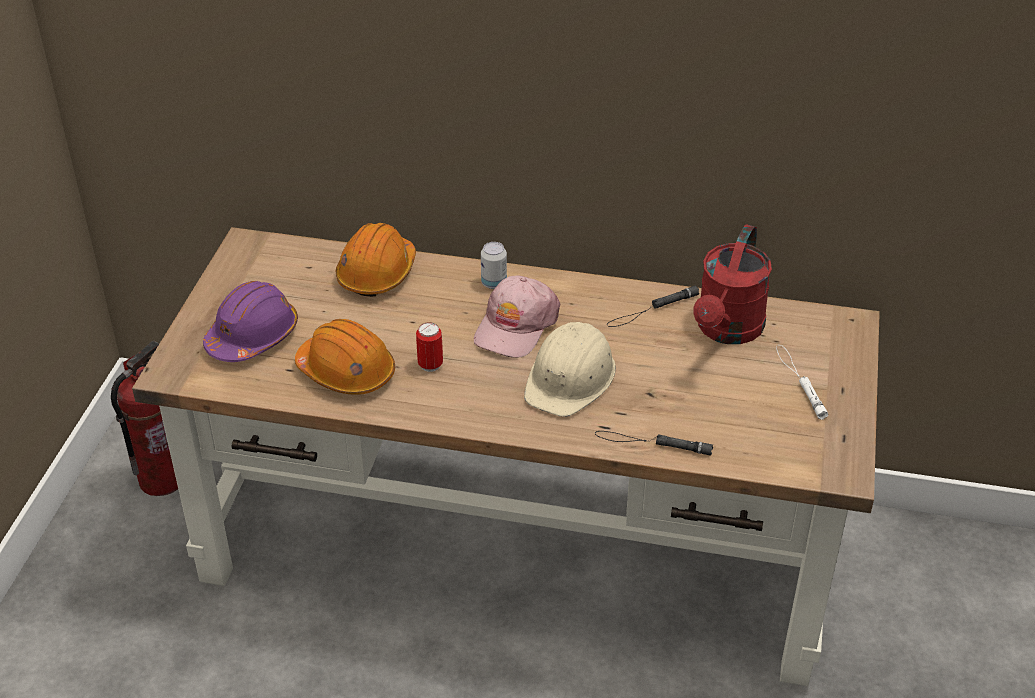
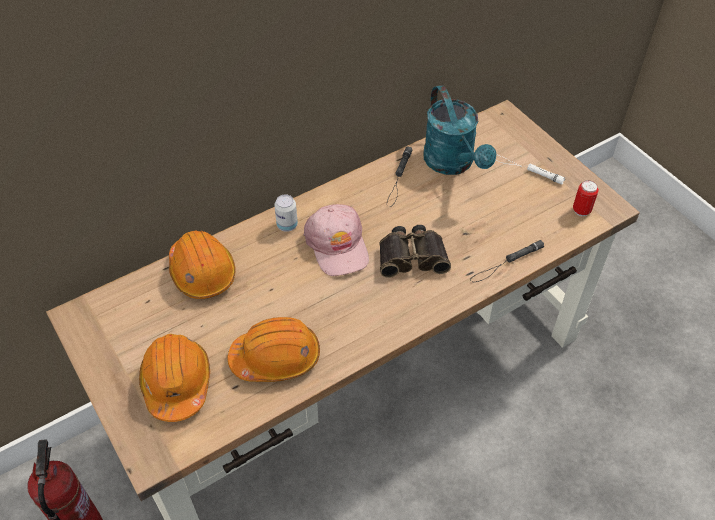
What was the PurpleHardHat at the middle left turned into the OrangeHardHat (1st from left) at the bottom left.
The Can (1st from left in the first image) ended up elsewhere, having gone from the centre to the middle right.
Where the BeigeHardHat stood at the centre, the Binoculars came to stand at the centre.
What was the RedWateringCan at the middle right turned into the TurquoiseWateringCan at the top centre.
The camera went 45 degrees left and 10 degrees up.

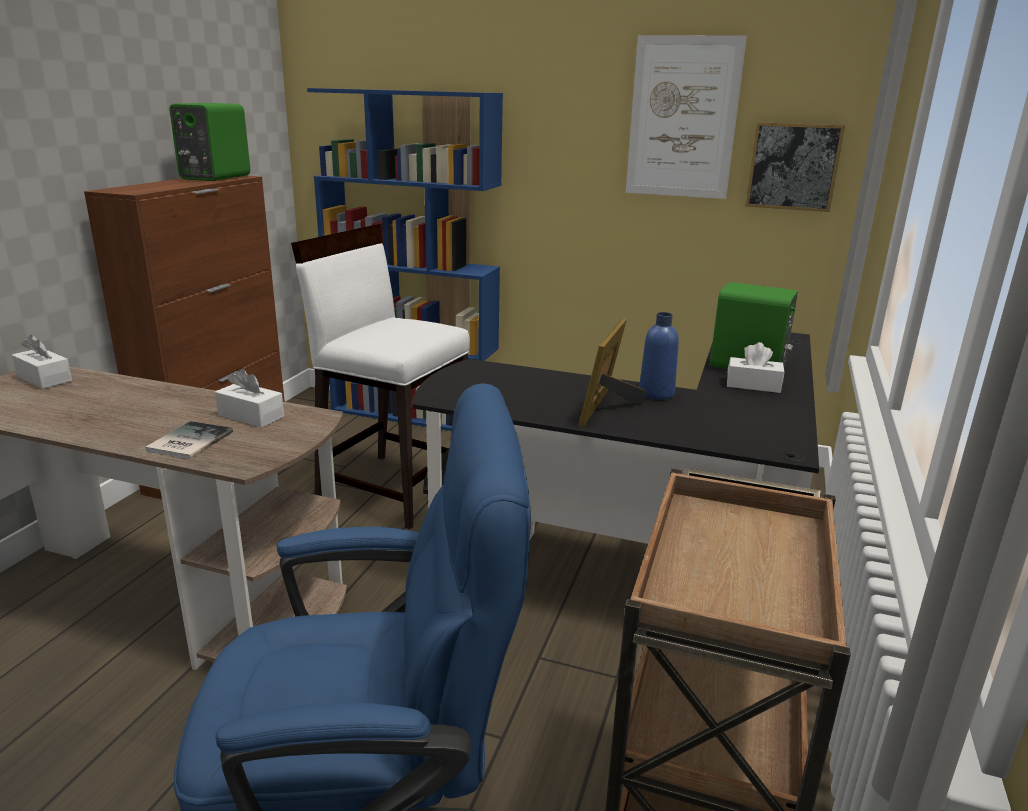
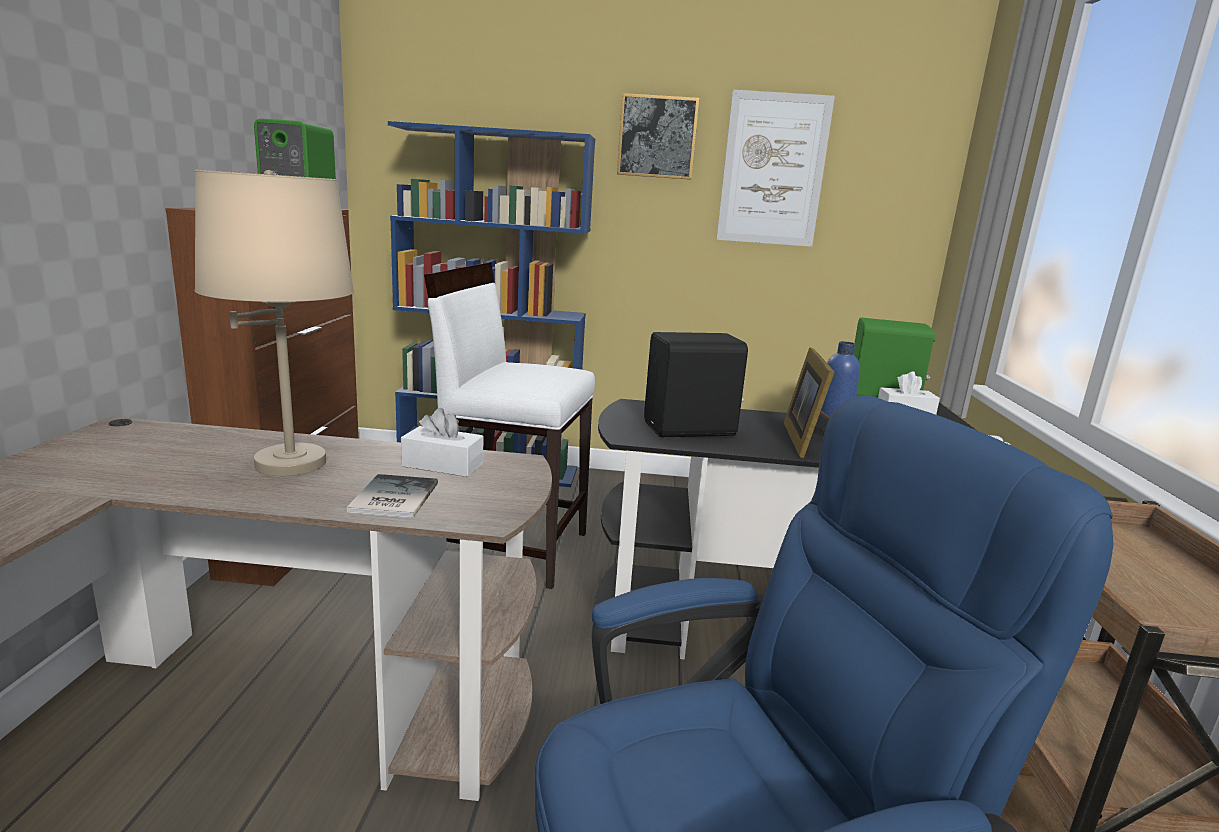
The second view lost the WhiteTissueBox (1st from left) at the middle left.
The Picture (2nd from left in the first image) ended up elsewhere, having gone from the top right to the top centre.
The second view gained the BeigeTableLamp at the middle left.
The second view gained the BlackSpeaker at the centre.
The camera went 15 degrees left and 5 degrees down.

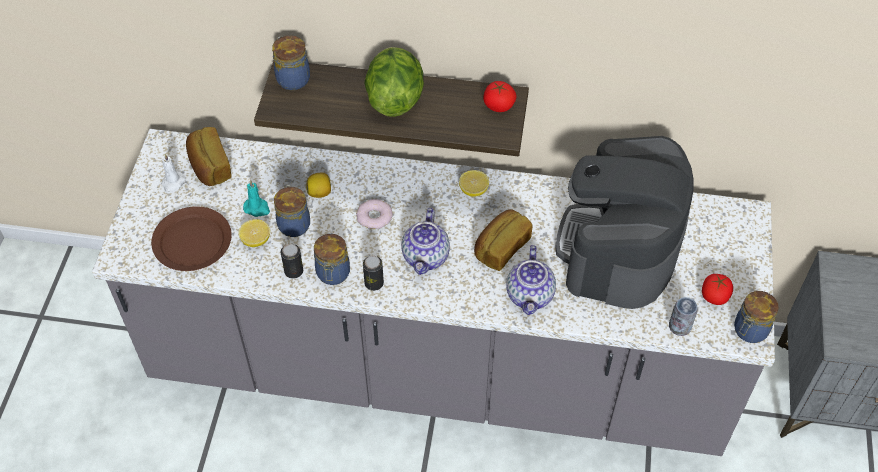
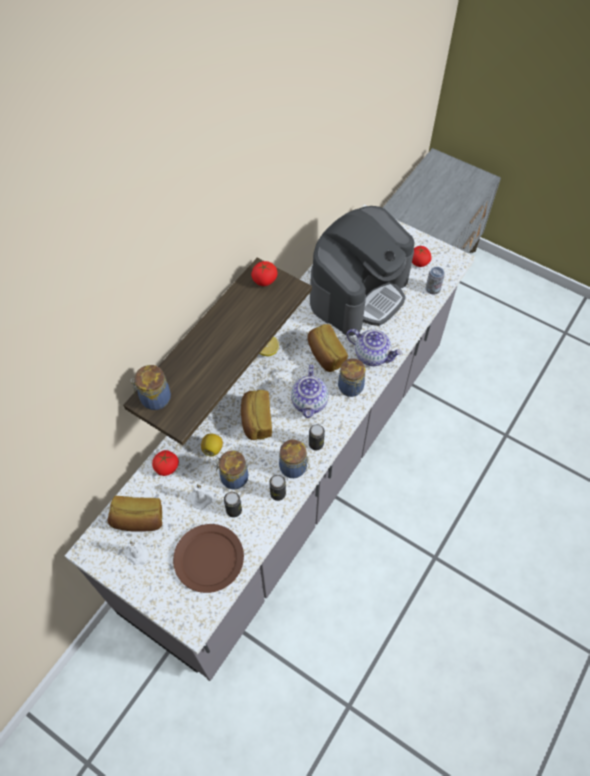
Where the Lemon (1st from left) stood at the middle left, the Can (1st from left) came to stand at the centre.
What was the TurquoiseCandle at the middle left turned into the WhiteCandle (2nd from left) at the centre.
Where the Donut stood at the centre, the Bread (2nd from left) came to stand at the centre.
The second view lost the Lettuce at the top centre.
The Teapot (1st from left) at the centre ended up facing another way, 60 degrees clockwise from before.
The CoffeeMachine at the middle right ended up facing another way, 90 degrees counterclockwise from before.
The Jar (4th from left) ended up elsewhere, having gone from the bottom right to the centre.
The second view gained the Tomato (1st from left) at the middle left.
The camera went 65 degrees left and 5 degrees up.

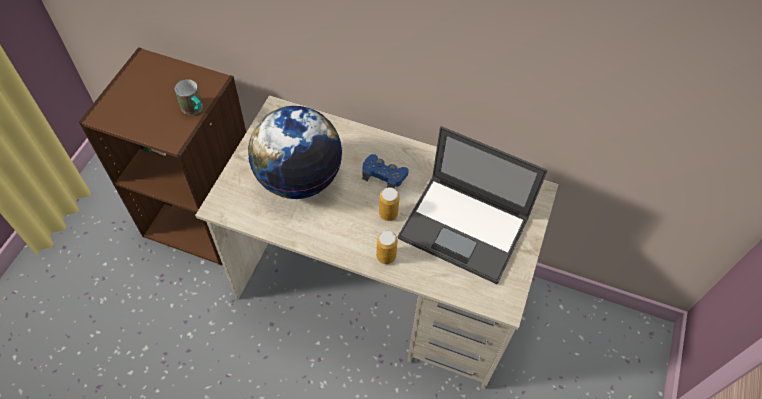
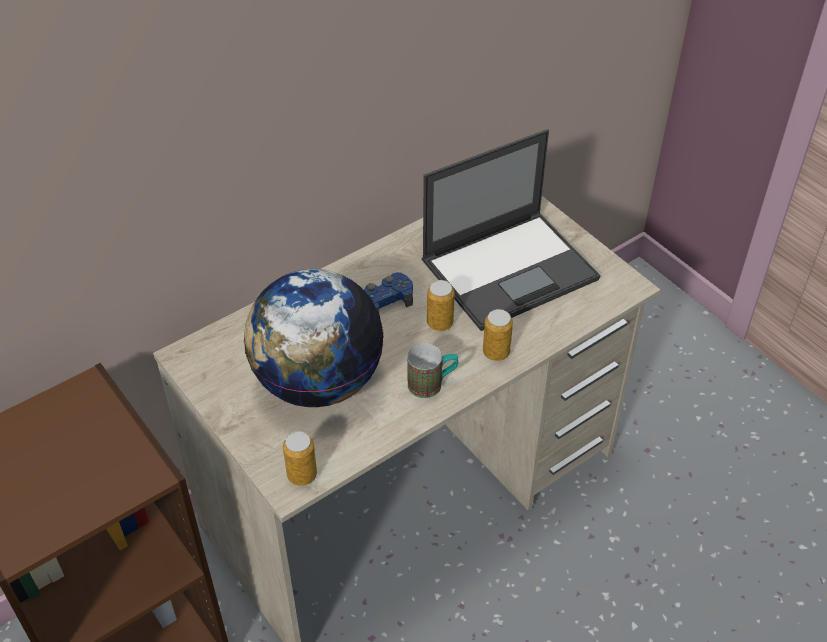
The Mug ended up elsewhere, having gone from the top left to the centre.
The second view gained the Can (1st from left) at the bottom centre.
The camera went 55 degrees left and 10 degrees down.

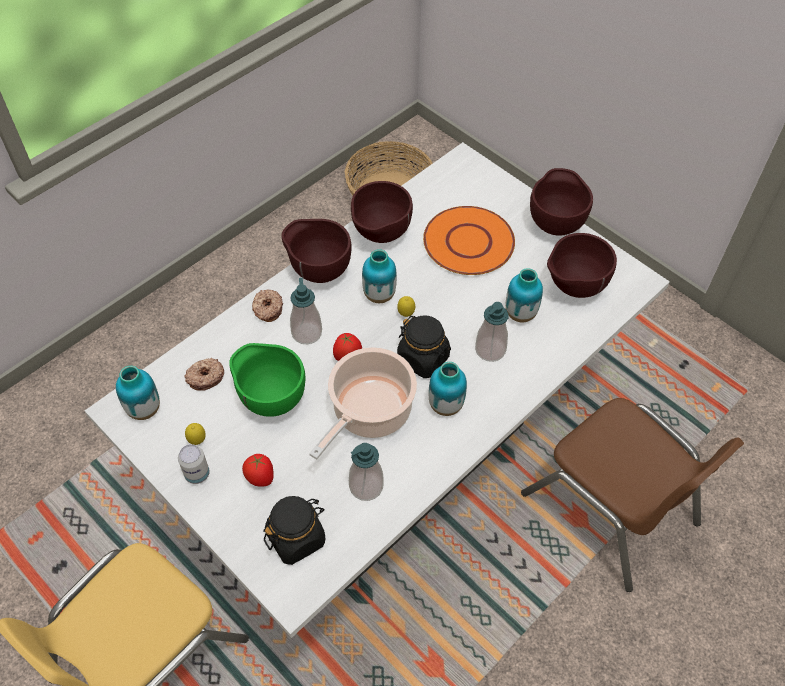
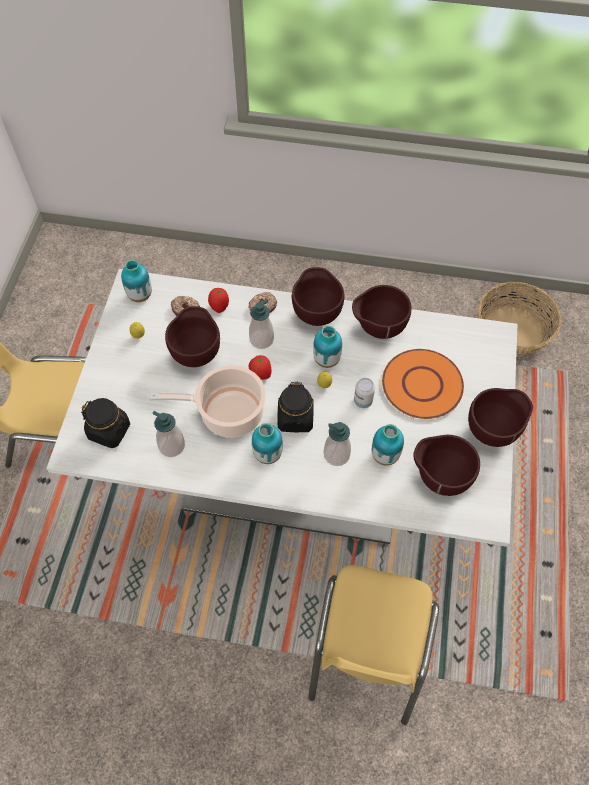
The Can ended up elsewhere, having gone from the bottom left to the centre.
What was the GreenBowl at the centre turned into the BrownBowl (1st from left) at the middle left.
The Tomato (1st from left) ended up elsewhere, having gone from the bottom left to the centre.
What was the BrownChair at the bottom right turned into the YellowChair (2nd from left) at the bottom centre.
The camera went 55 degrees right and 5 degrees up.

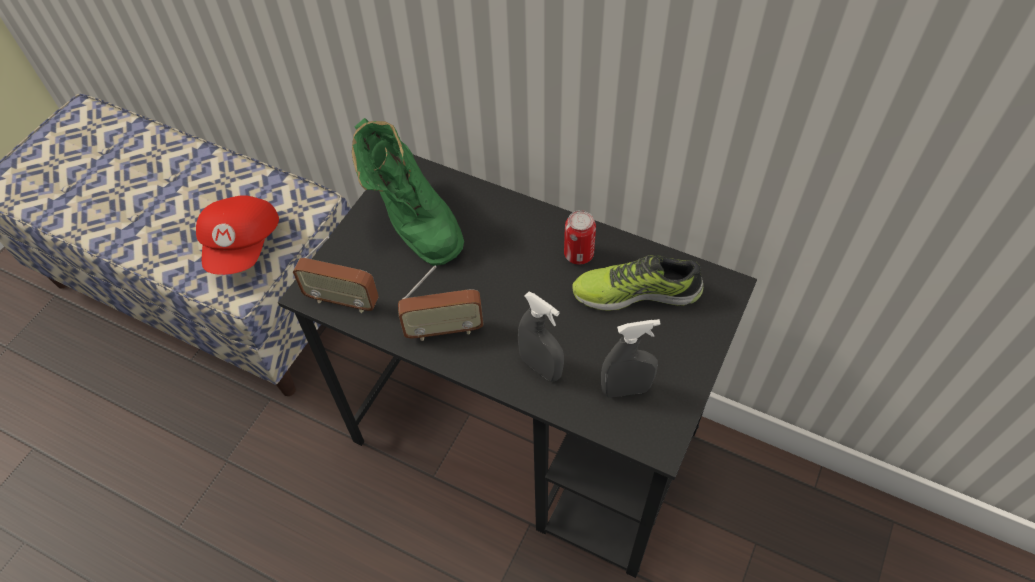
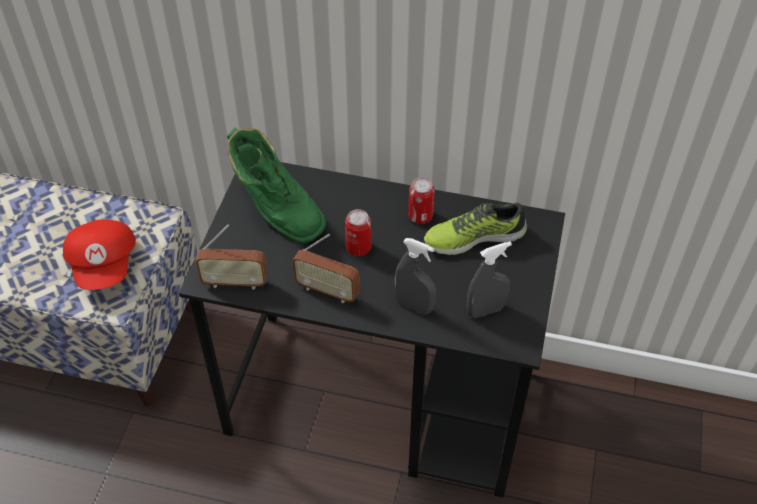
The Radio (2nd from left) at the centre ended up facing another way, 45 degrees clockwise from before.
The second view gained the Can (1st from left) at the centre.
The camera went 15 degrees left and 5 degrees down.

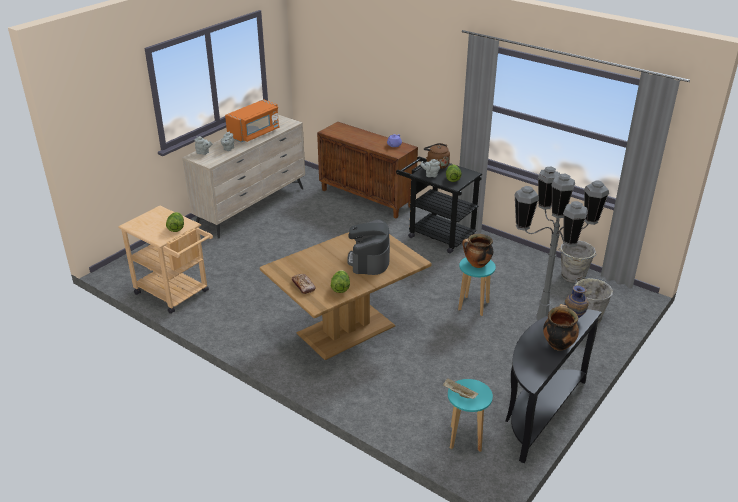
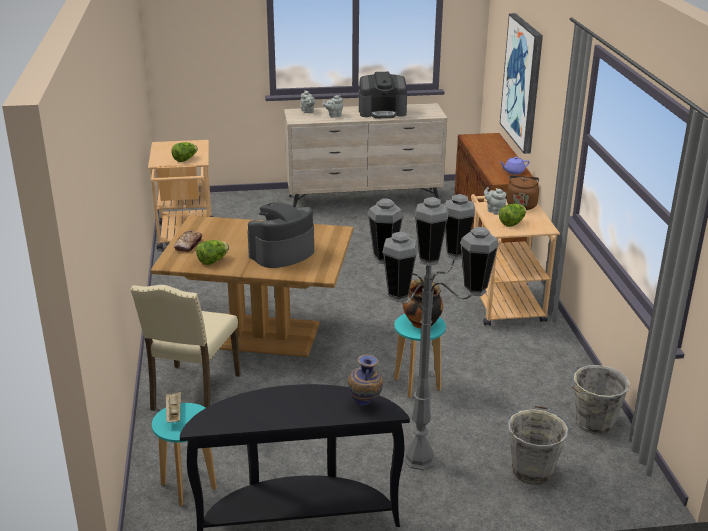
Where the OrangeMicrowave stood at the top centre, the CoffeeMachine (2nd from left) came to stand at the top centre.
What was the BlackCart at the centre turned into the BeigeCart (2nd from left) at the middle right.
The second view lost the CookingPot (2nd from left) at the middle right.
The second view gained the BeigeChair at the middle left.
The second view gained the Picture at the top right.
The camera went 45 degrees right and 5 degrees down.

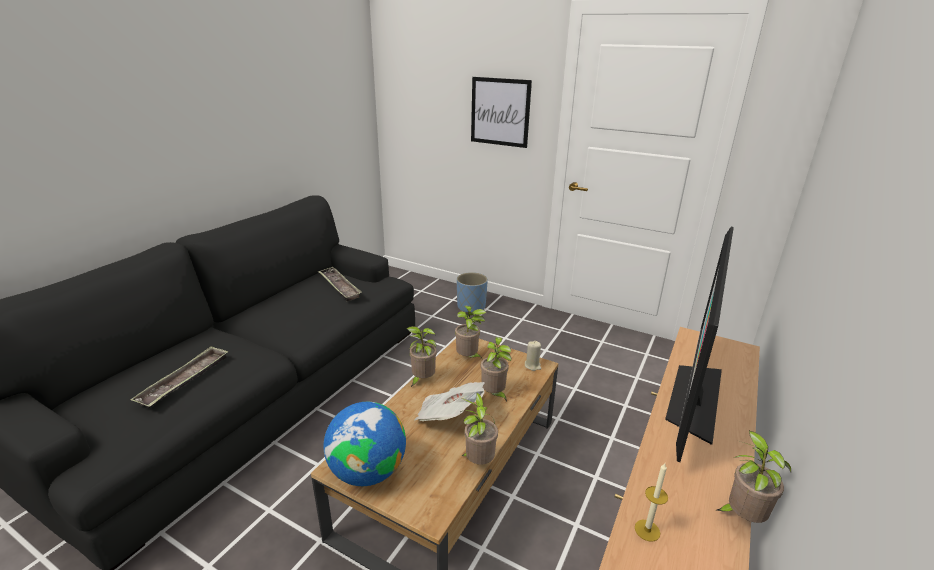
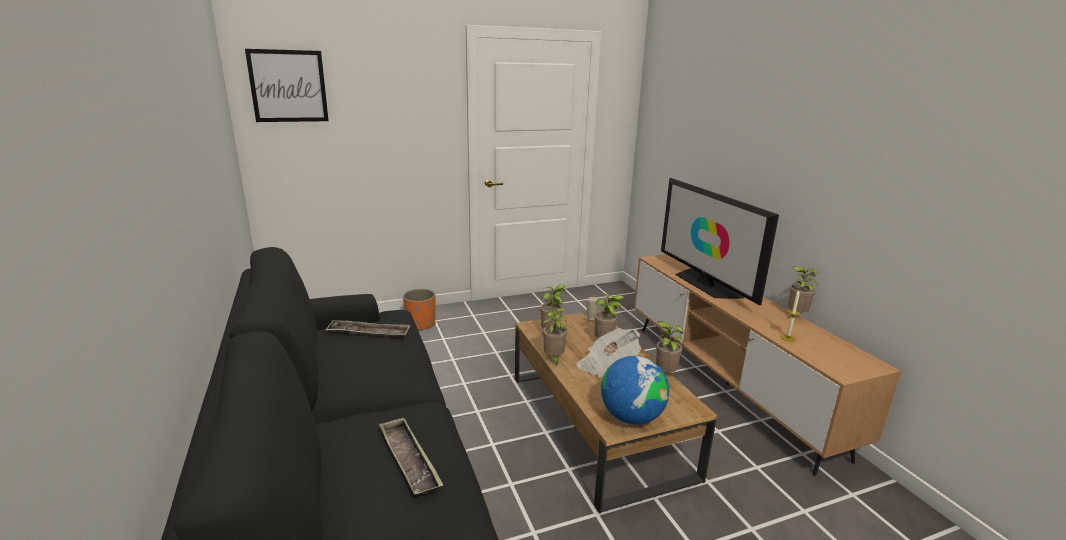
What was the BluePlanter at the centre turned into the OrangePlanter at the centre.
The Picture ended up elsewhere, having gone from the top centre to the top left.
The camera went 50 degrees left and 5 degrees down.

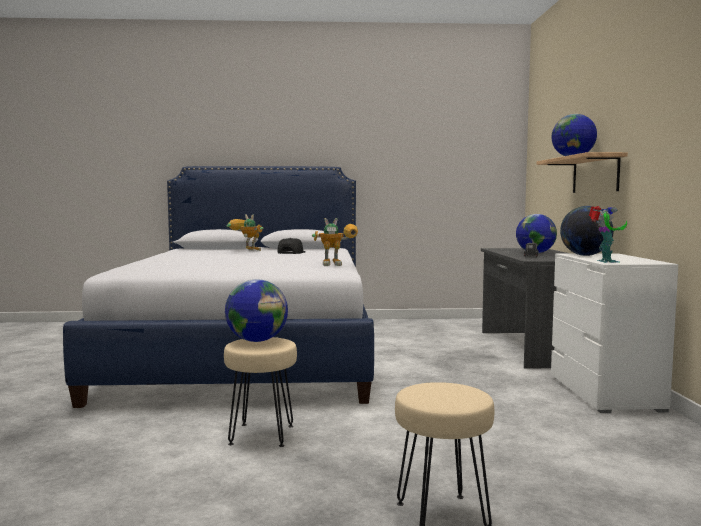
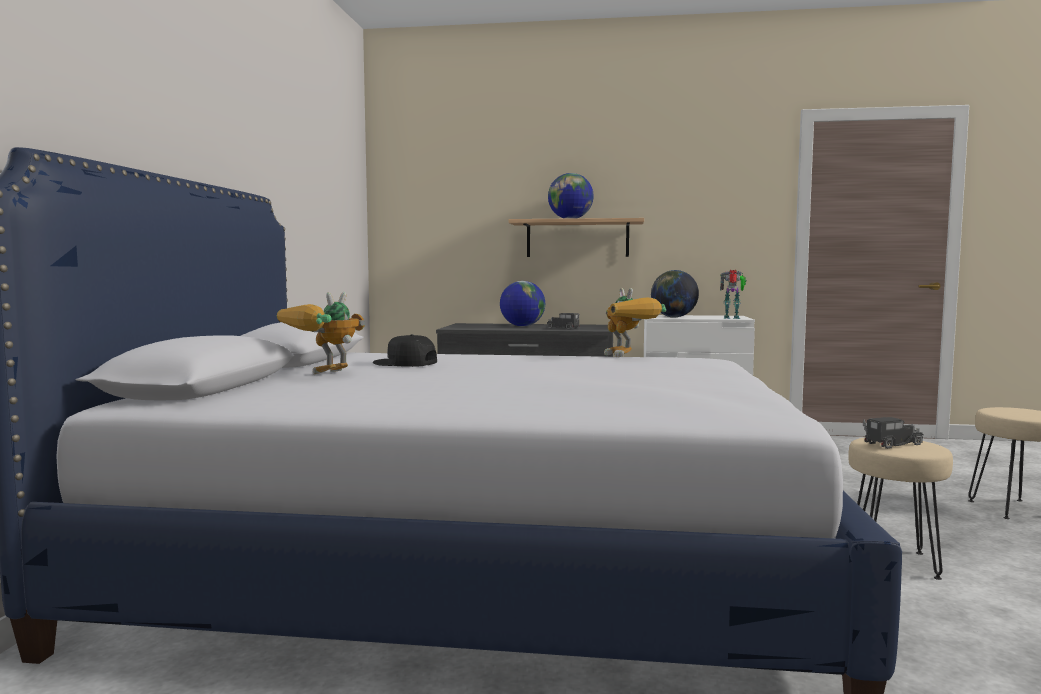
Where the Globe (1st from left) stood at the centre, the ToyTruck (2nd from left) came to stand at the middle right.
The ToyRobot (2nd from left) at the centre ended up facing another way, 150 degrees clockwise from before.
The camera went 80 degrees left and 0 degrees up.

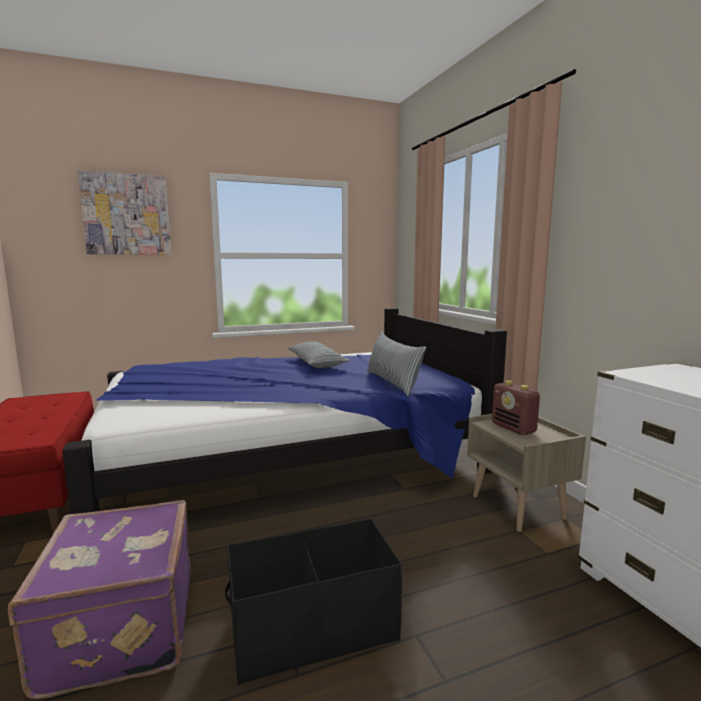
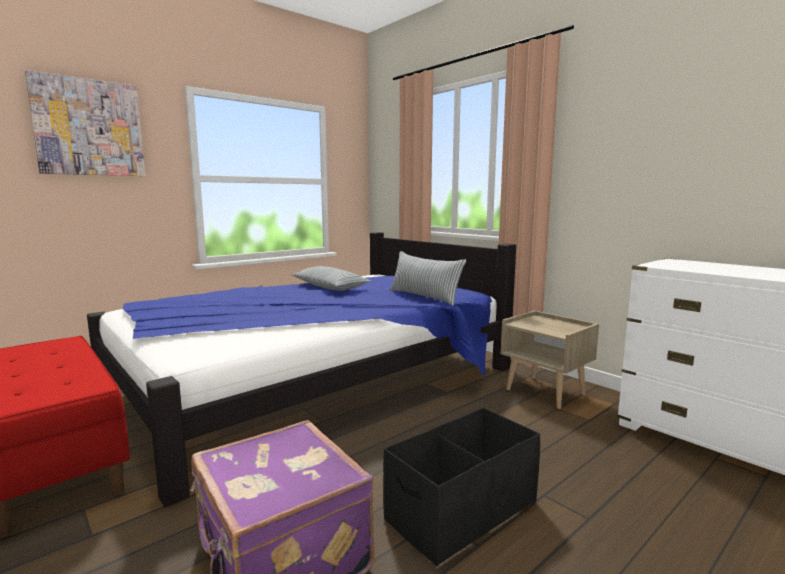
The second view lost the Radio at the middle right.
The camera went 20 degrees left and 0 degrees up.

